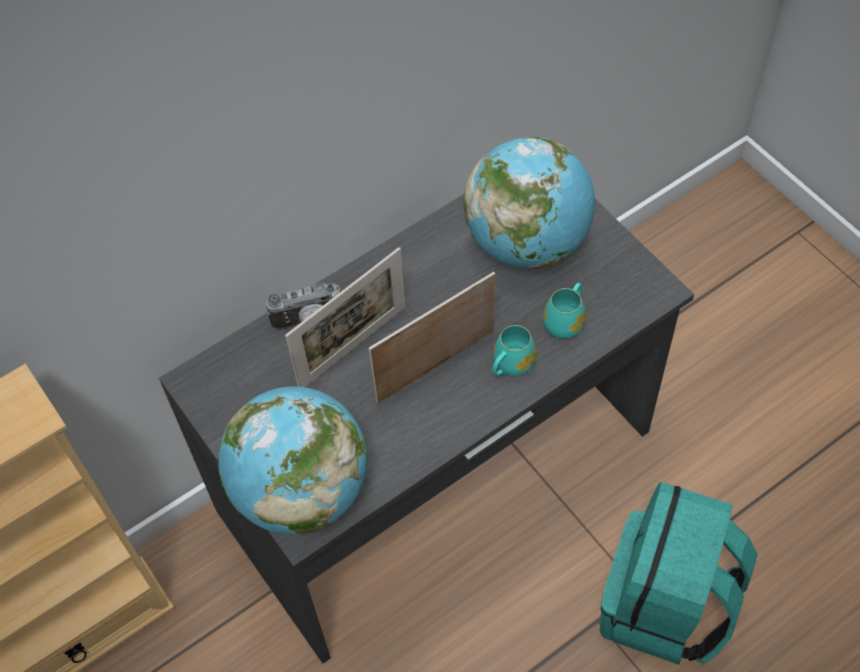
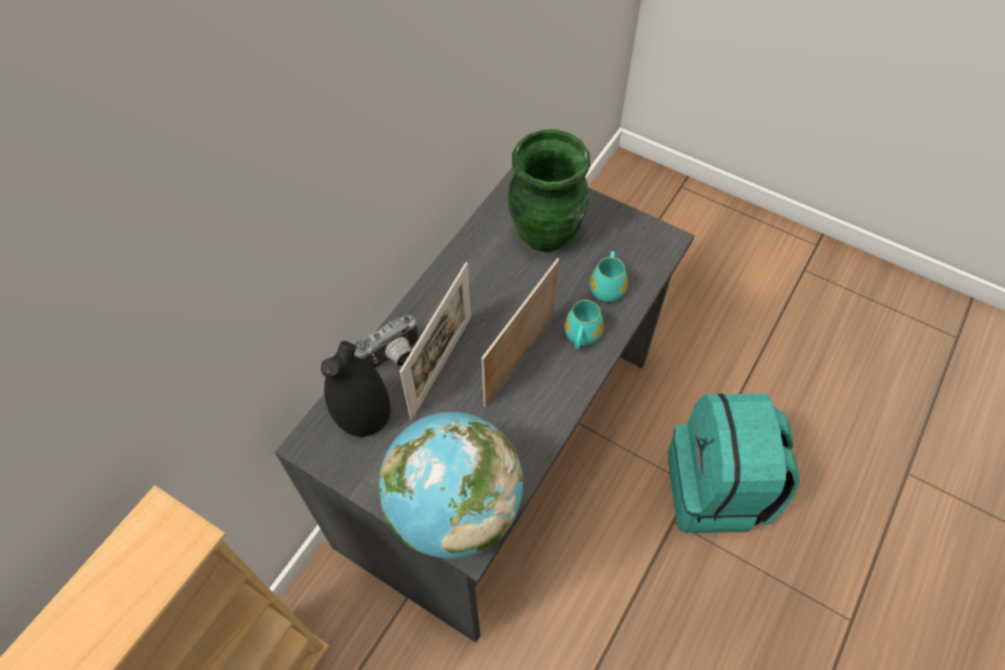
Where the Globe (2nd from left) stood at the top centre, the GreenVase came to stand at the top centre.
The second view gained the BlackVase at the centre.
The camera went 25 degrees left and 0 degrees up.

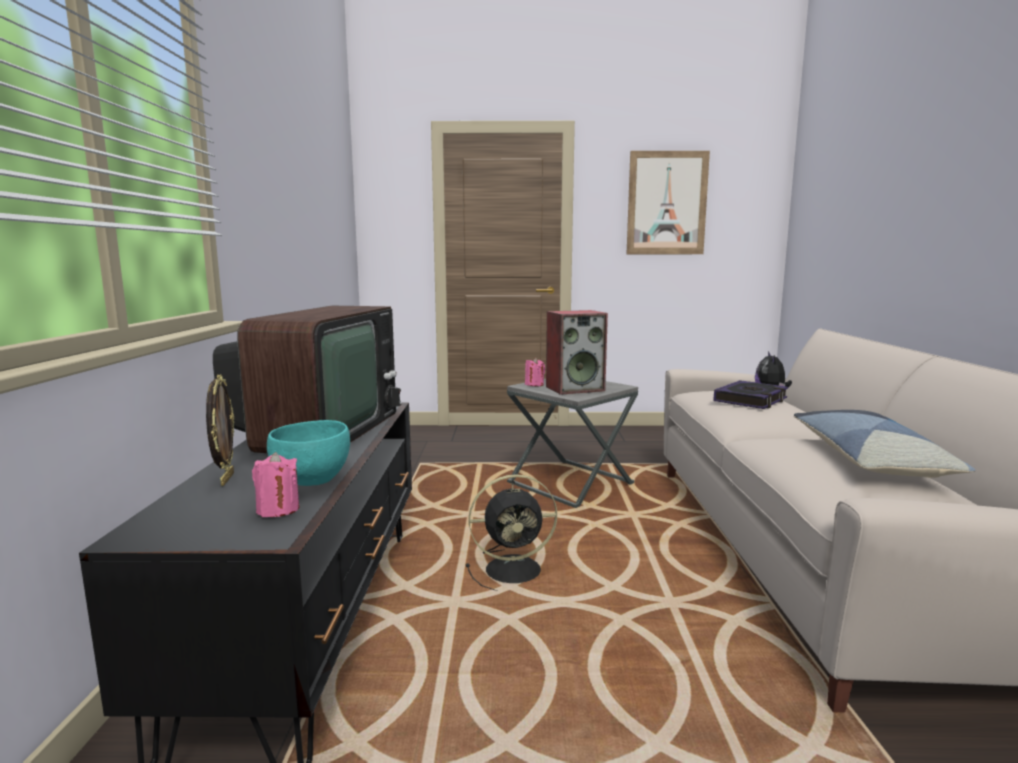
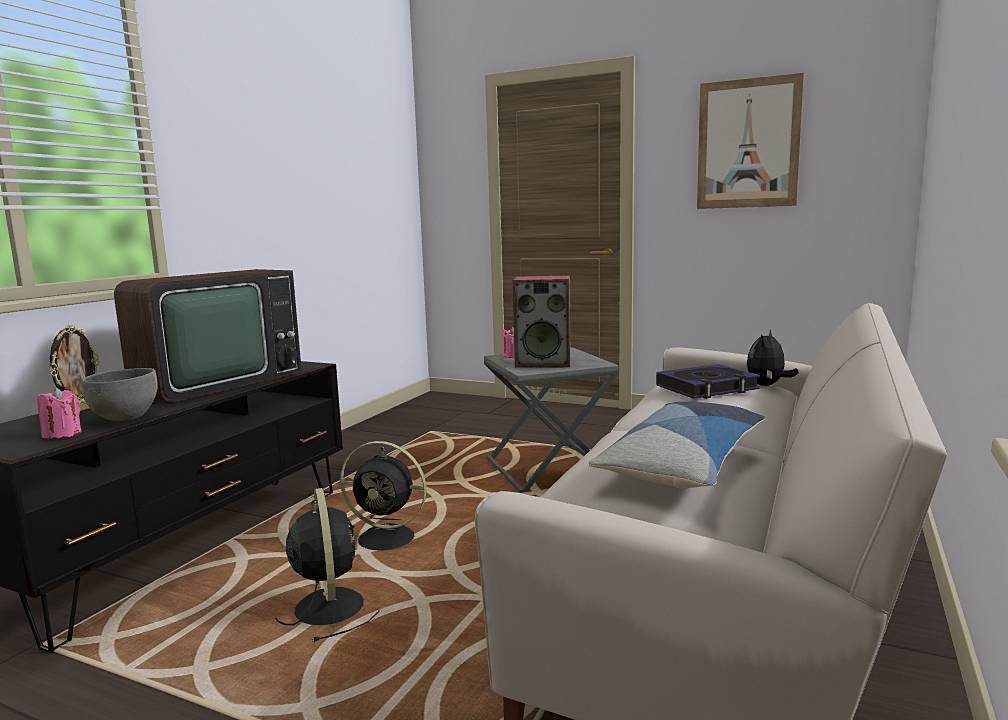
What was the TurquoiseBowl at the middle left turned into the GreyBowl at the middle left.
The second view gained the BlackFan (1st from left) at the bottom left.
The camera went 25 degrees right and 0 degrees up.

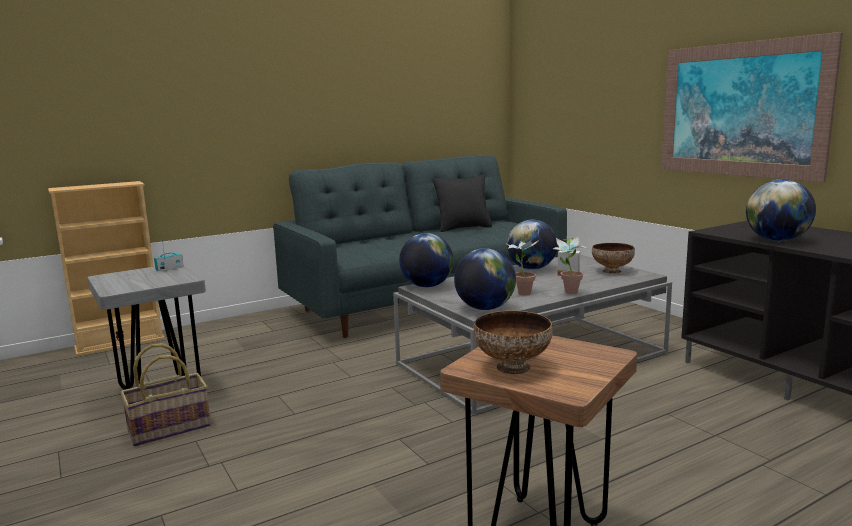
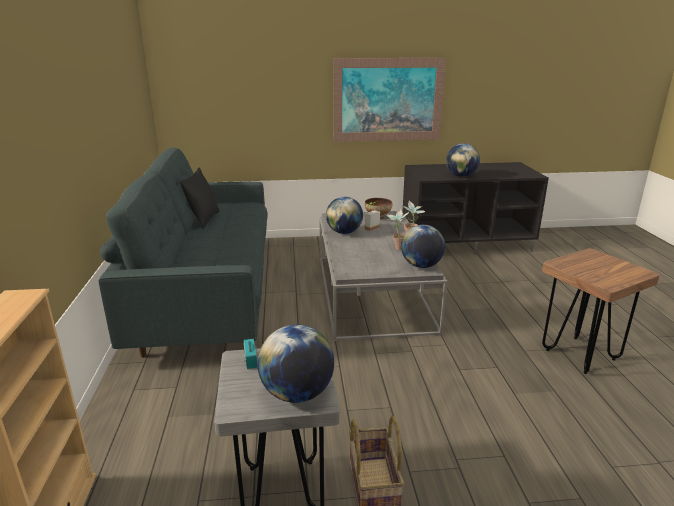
The Globe (1st from left) ended up elsewhere, having gone from the centre to the bottom centre.
The second view lost the Bowl (1st from left) at the centre.
The camera went 65 degrees left and 10 degrees up.

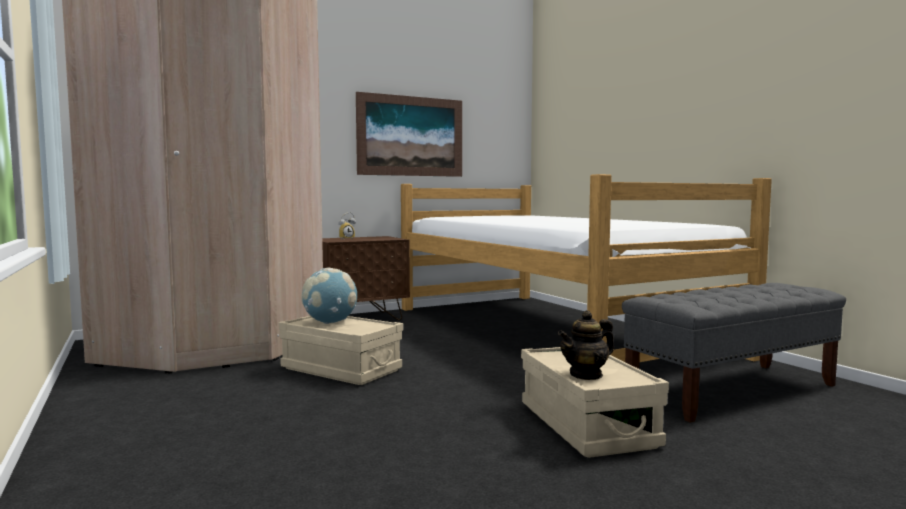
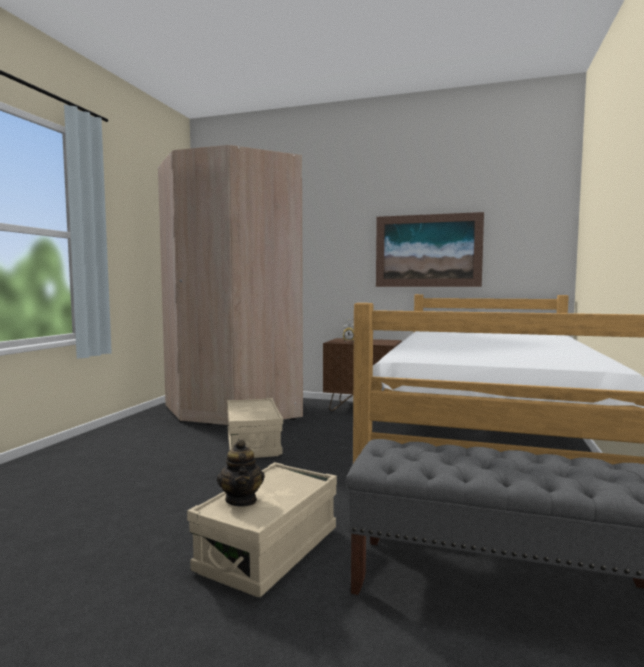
The second view lost the Globe at the centre.
The Teapot at the bottom centre ended up facing another way, 120 degrees counterclockwise from before.
The camera went 45 degrees right and 0 degrees up.

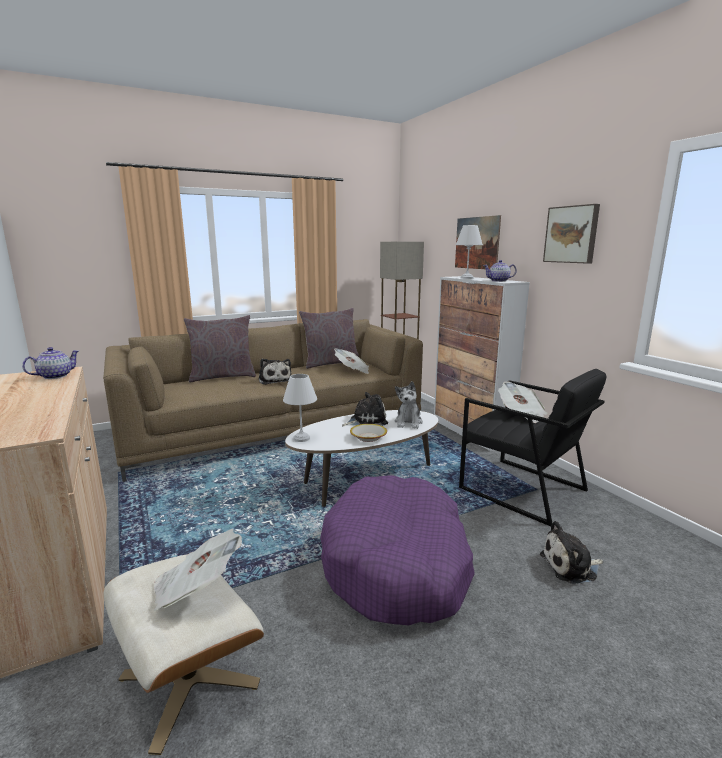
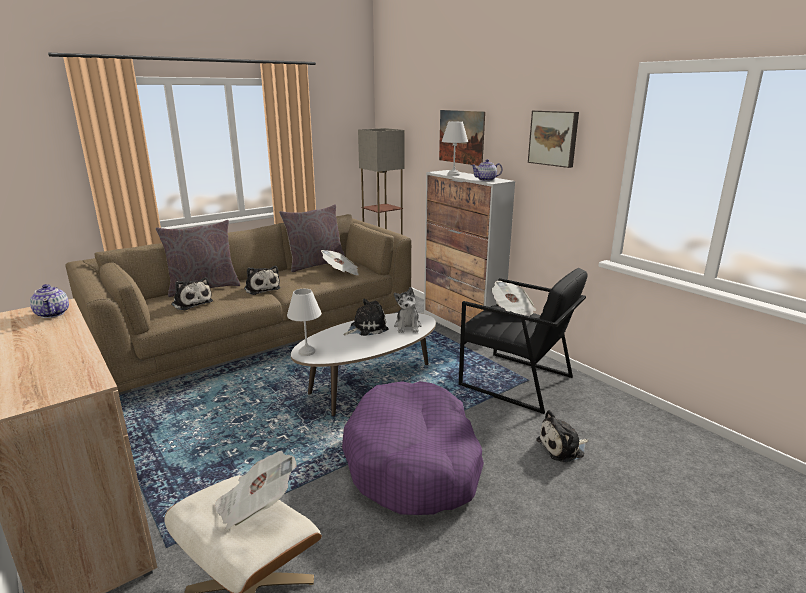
The Teapot (1st from left) at the middle left ended up facing another way, 120 degrees clockwise from before.
The second view lost the Bowl at the centre.
The second view gained the PlushToy (1st from left) at the middle left.
The camera went 10 degrees left and 5 degrees up.

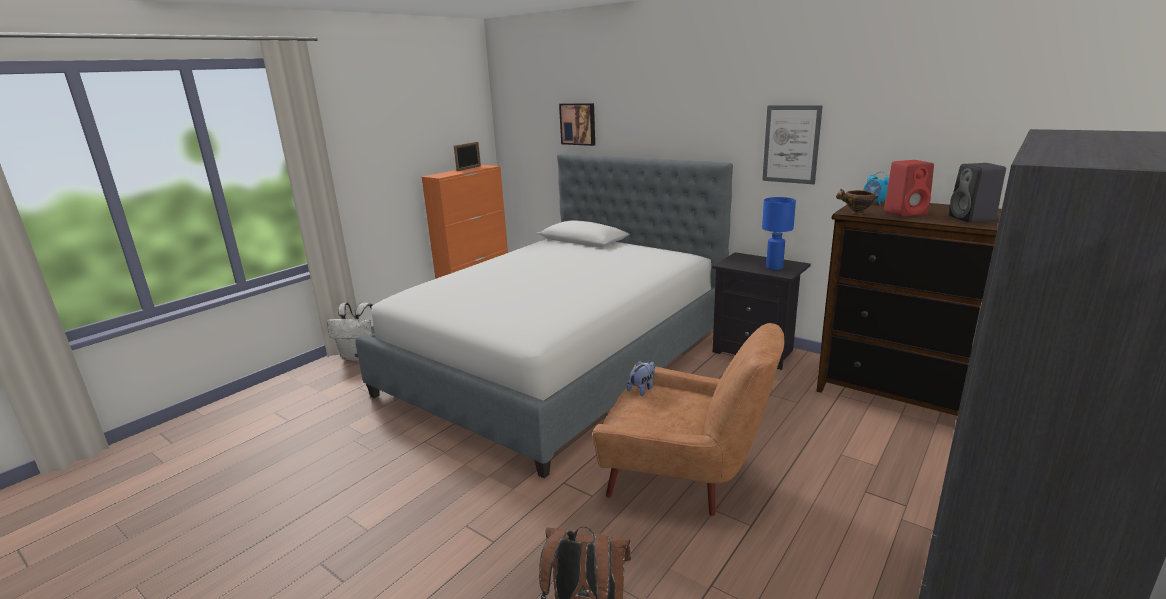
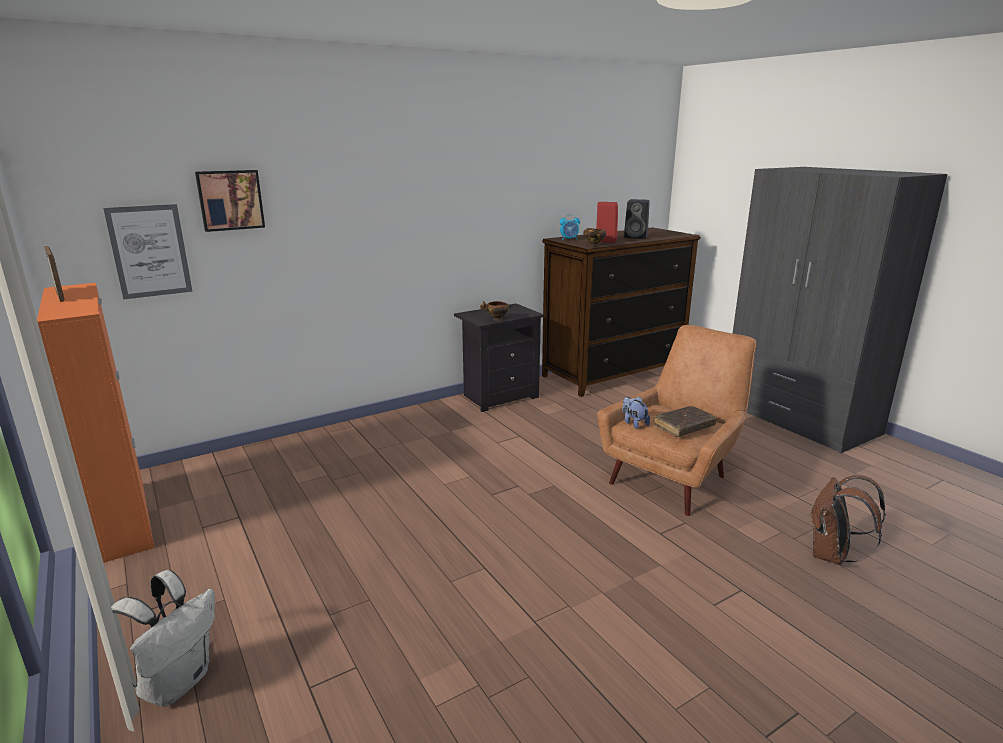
The second view lost the Bed at the centre.
The Picture (2nd from left in the first image) ended up elsewhere, having gone from the top right to the middle left.
The second view lost the BlueTableLamp at the middle right.
The second view gained the Bowl (1st from left) at the centre.
The second view gained the BrownBook at the middle right.
The camera went 70 degrees left and 0 degrees up.

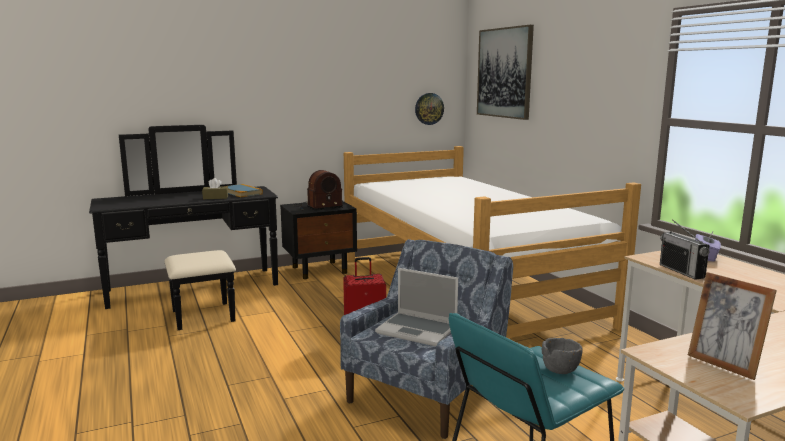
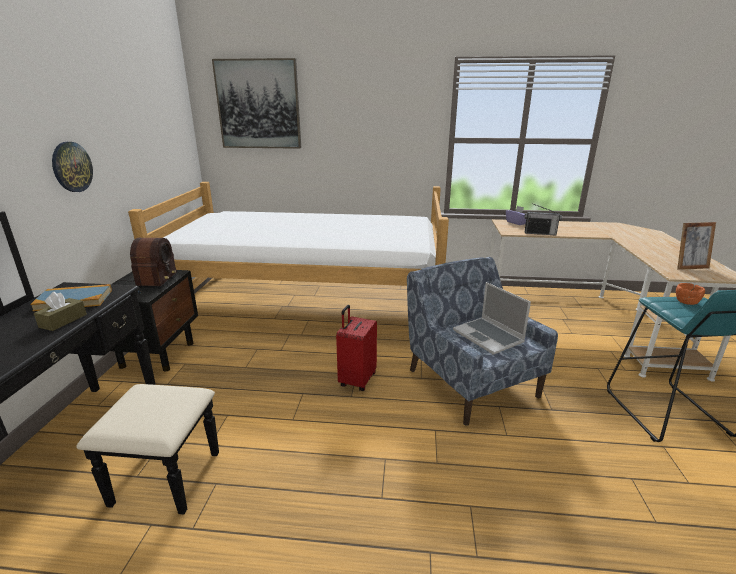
The Laptop at the bottom centre ended up facing another way, 90 degrees clockwise from before.
The WallClock ended up elsewhere, having gone from the top centre to the top left.
What was the GreyBowl at the bottom right turned into the OrangeBowl at the middle right.
The camera went 60 degrees left and 10 degrees up.

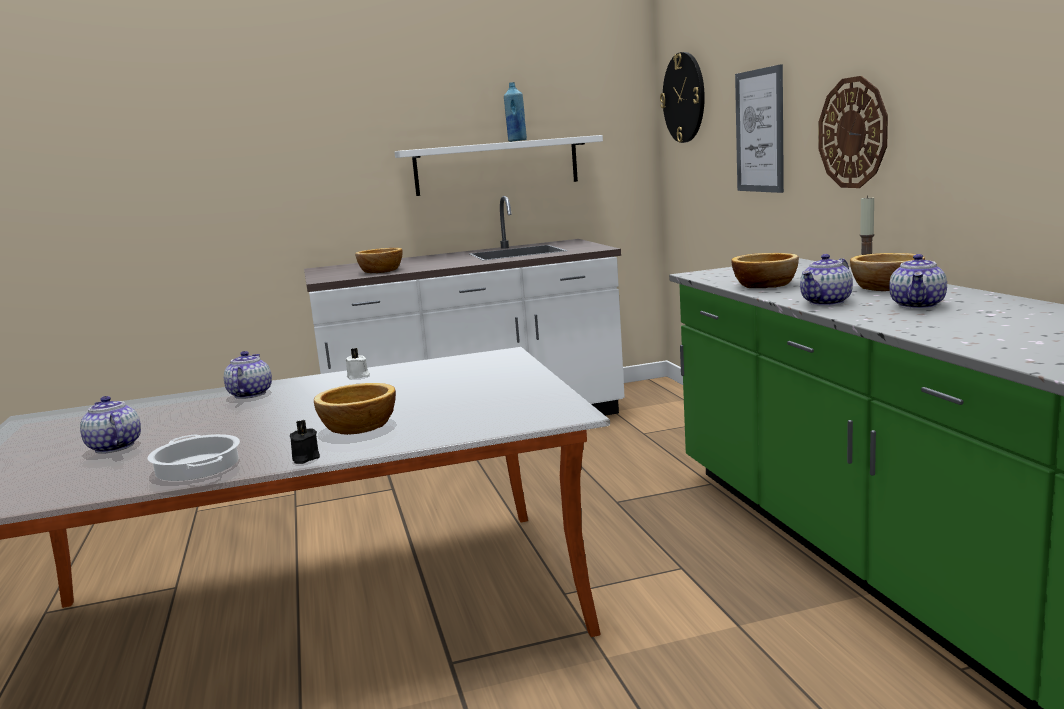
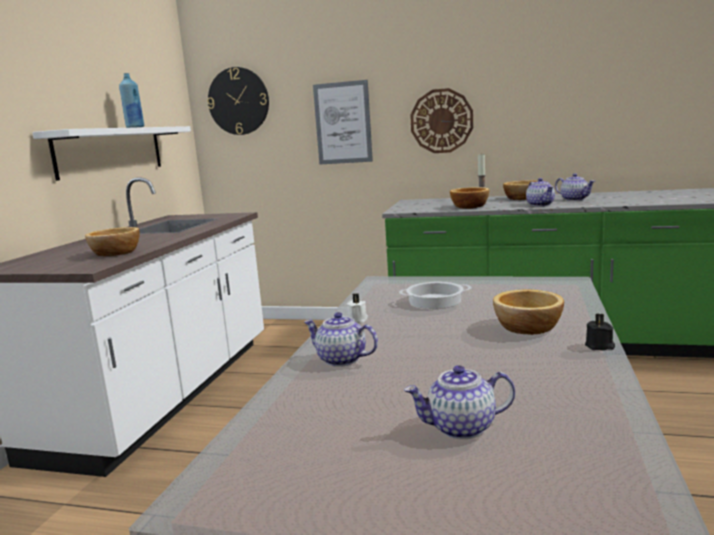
The CookingPot ended up elsewhere, having gone from the middle left to the centre.
The camera went 60 degrees left and 0 degrees up.

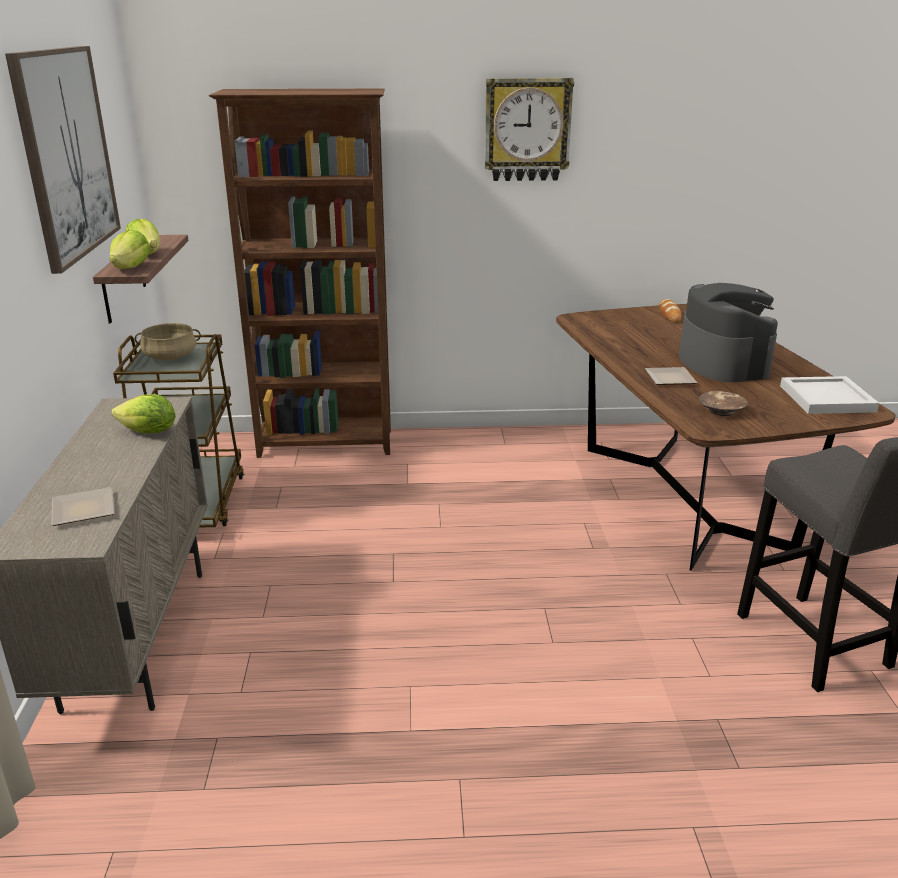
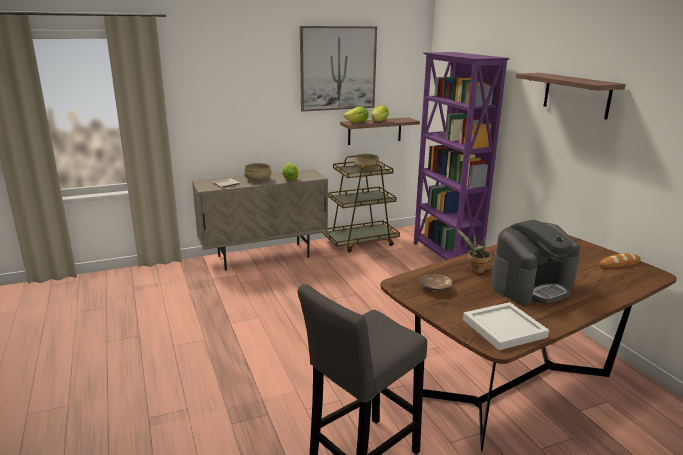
What was the BrownBookcase at the top centre turned into the PurpleBookcase at the middle right.
Where the WallClock hung at the top centre, the Shelf (2nd from left) came to hang at the top right.
Where the Plate (2nd from left) stood at the middle right, the PottedPlant came to stand at the middle right.
The second view gained the BeigeCookingPot (1st from left) at the centre.
The camera went 70 degrees right and 5 degrees down.

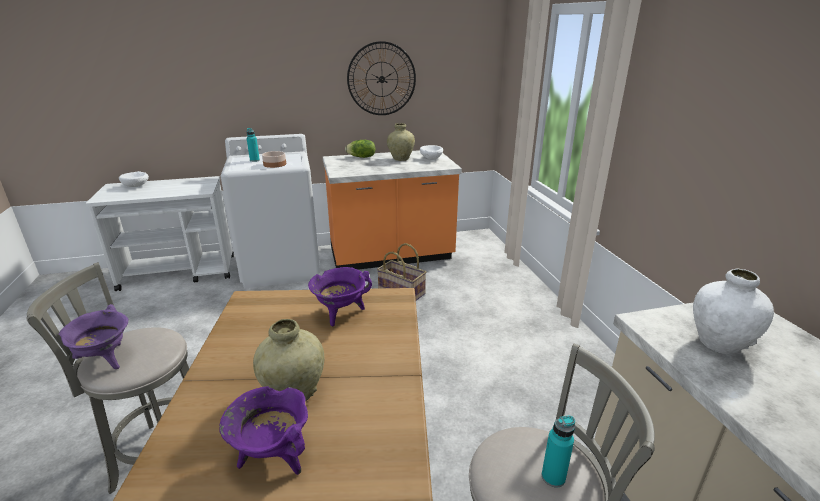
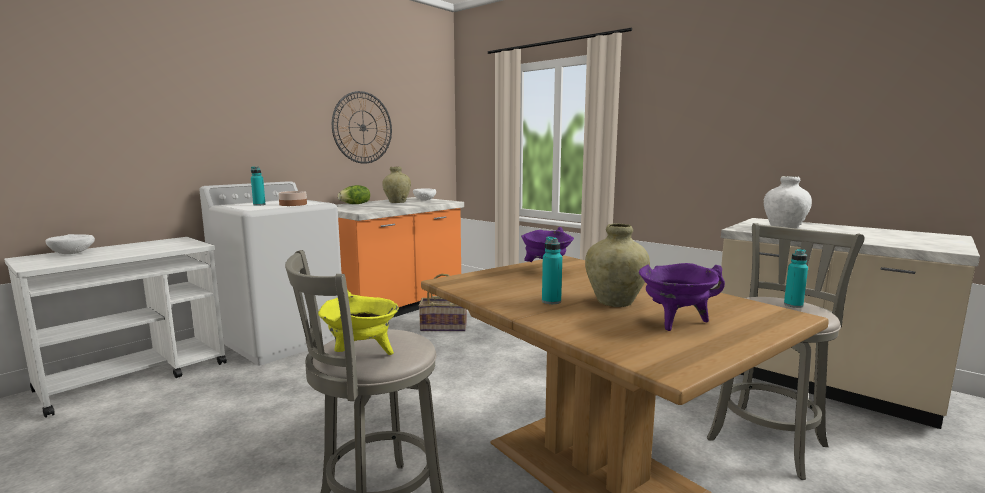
What was the PurpleCookingPot (1st from left) at the bottom left turned into the YellowCookingPot at the centre.
The second view gained the TurquoiseBottle (2nd from left) at the centre.
The camera went 35 degrees left and 15 degrees down.

